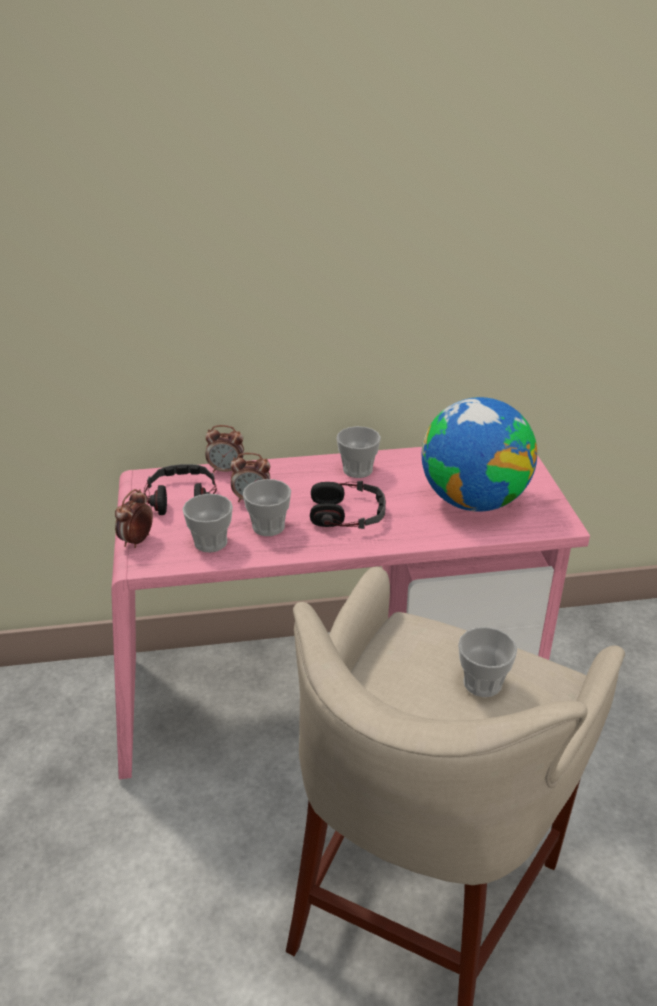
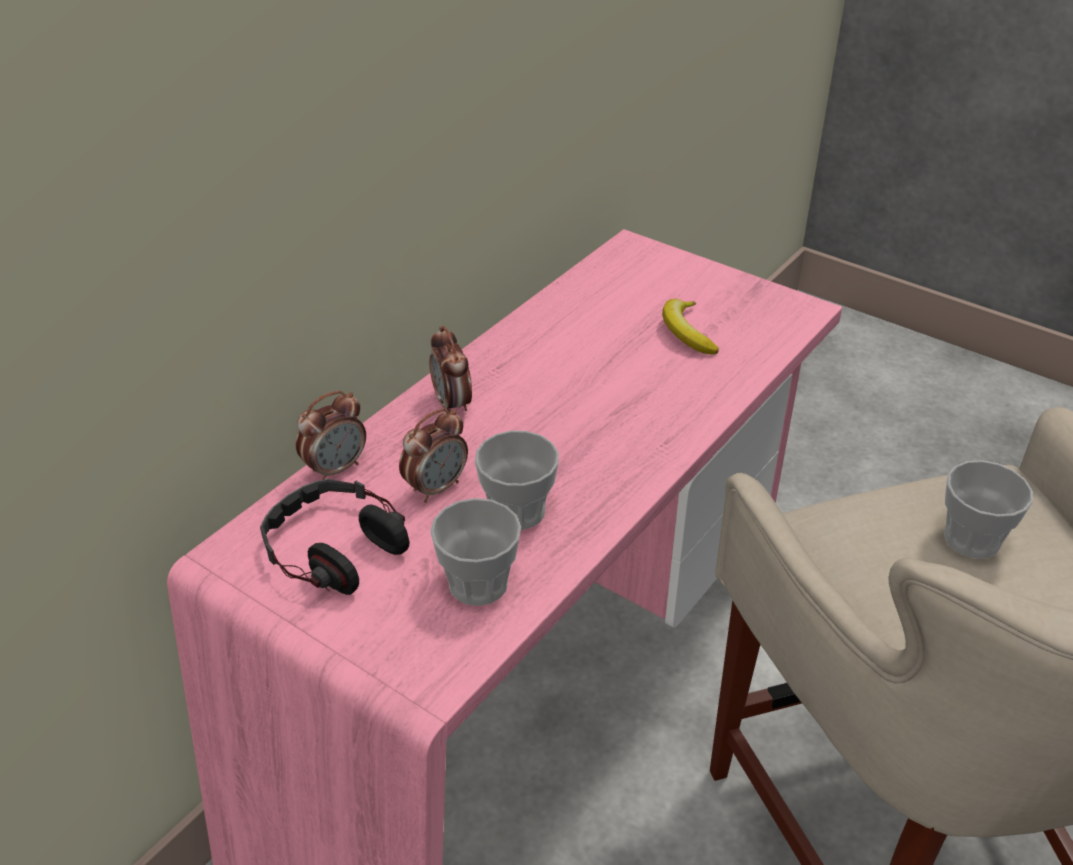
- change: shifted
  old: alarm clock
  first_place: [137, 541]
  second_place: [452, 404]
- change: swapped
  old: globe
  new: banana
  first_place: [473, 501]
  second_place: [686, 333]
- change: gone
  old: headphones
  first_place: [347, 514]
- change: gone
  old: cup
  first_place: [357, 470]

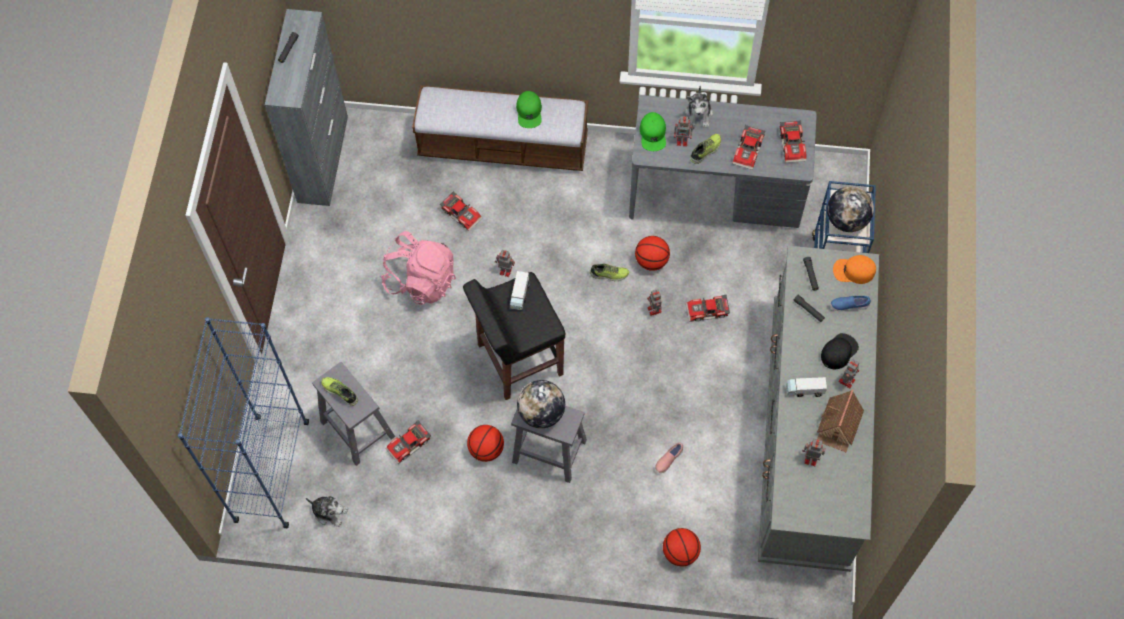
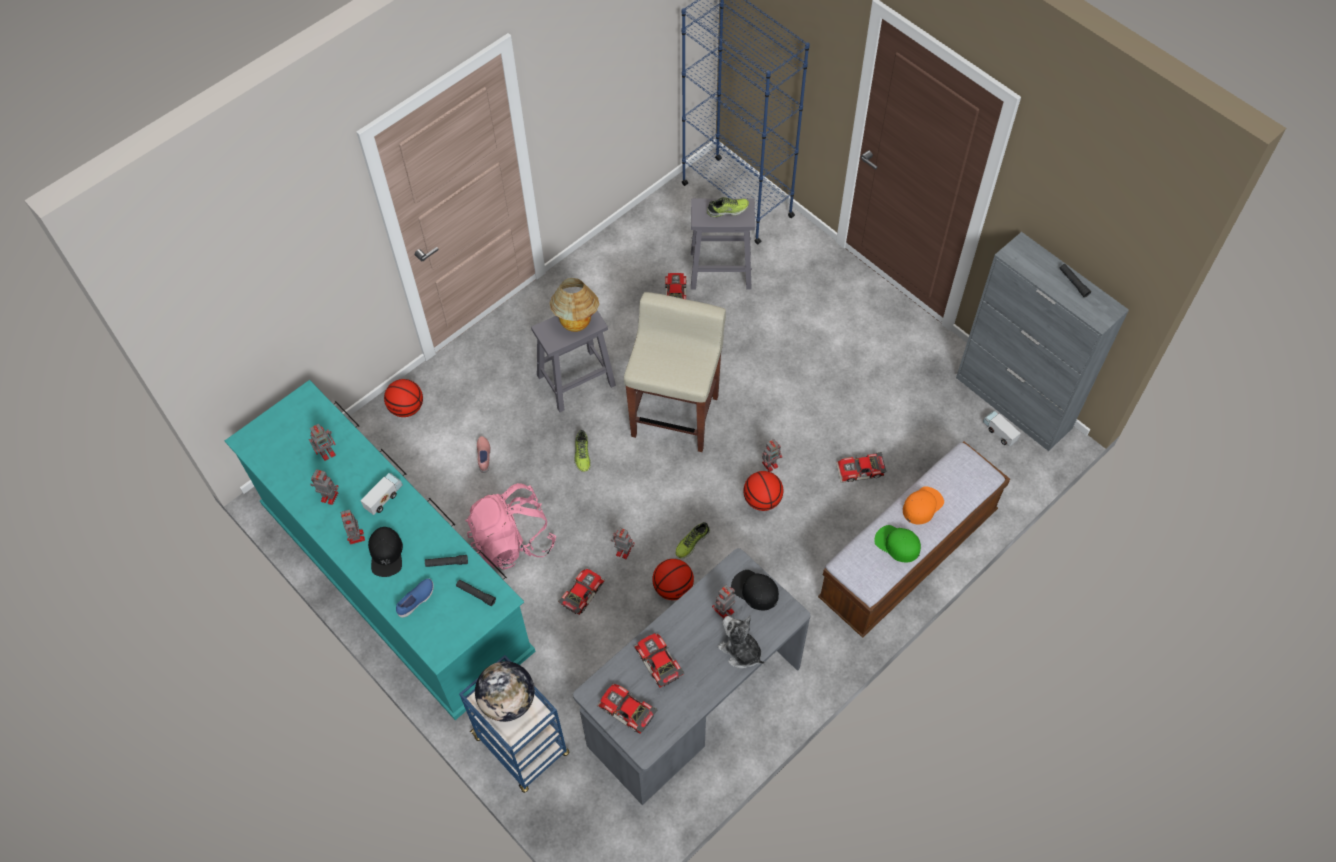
- change: repainted
  old: grey dresser
  new: turquoise dresser
  first_place: [808, 433]
  second_place: [397, 580]
- change: swapped
  old: toy house
  new: toy robot
  first_place: [838, 425]
  second_place: [328, 496]
- change: shifted
  old: pink backpack
  first_place: [421, 280]
  second_place: [512, 540]
- change: swapped
  old: globe
  new: table lamp
  first_place: [541, 413]
  second_place: [577, 324]
- change: shifted
  old: shoe
  first_place: [706, 151]
  second_place: [582, 454]
- change: repainted
  old: black stool
  new: beige stool
  first_place: [518, 360]
  second_place: [675, 415]
- change: repainted
  old: green cap
  new: black cap
  first_place: [653, 134]
  second_place: [755, 590]
- change: shifted
  old: basketball
  first_place: [486, 449]
  second_place: [762, 500]
- change: shifted
  old: orange cap
  first_place: [854, 271]
  second_place: [922, 505]
- change: shifted
  old: toy truck
  first_place: [519, 294]
  second_place: [999, 432]
- change: gone
  old: plush toy
  first_place: [329, 512]

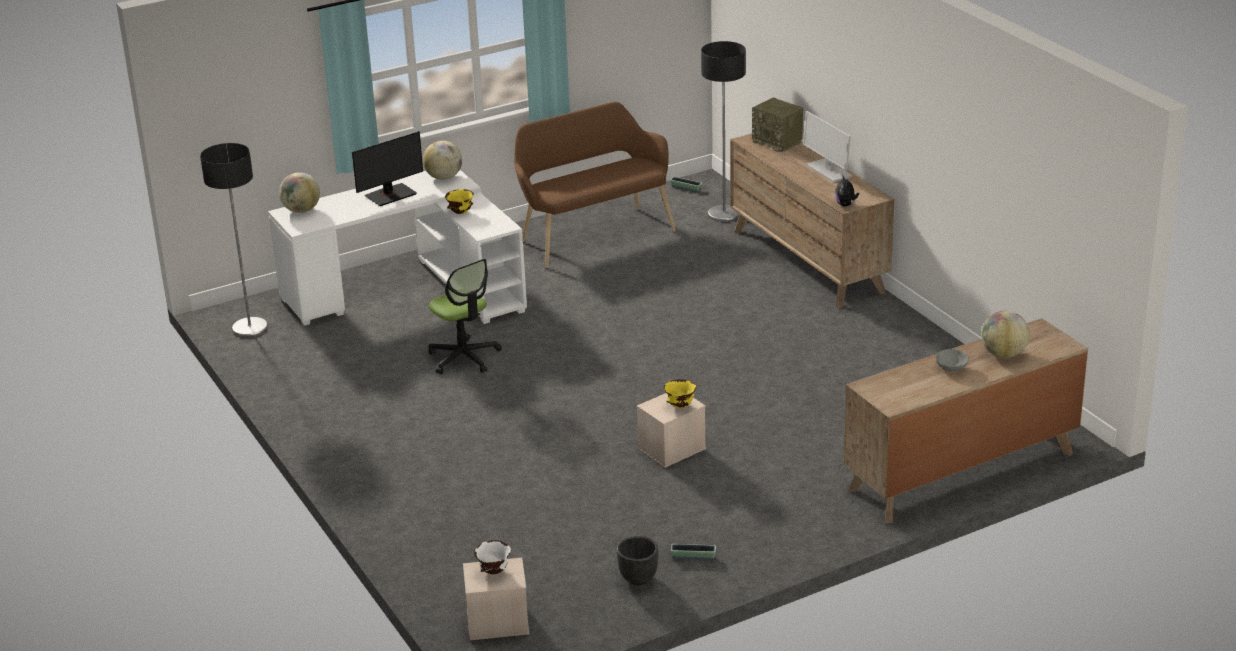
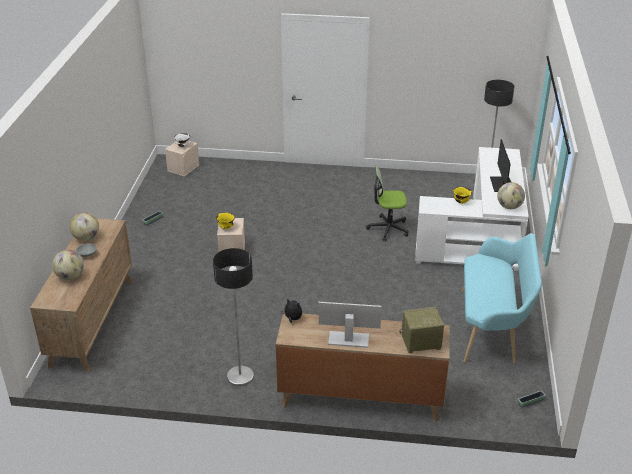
- change: shifted
  old: globe
  first_place: [301, 210]
  second_place: [86, 238]
- change: shifted
  old: floor lamp
  first_place: [724, 214]
  second_place: [240, 376]
- change: repainted
  old: brown bench
  new: turquoise bench
  first_place: [593, 234]
  second_place: [492, 327]
- change: gone
  old: black planter
  first_place: [638, 578]

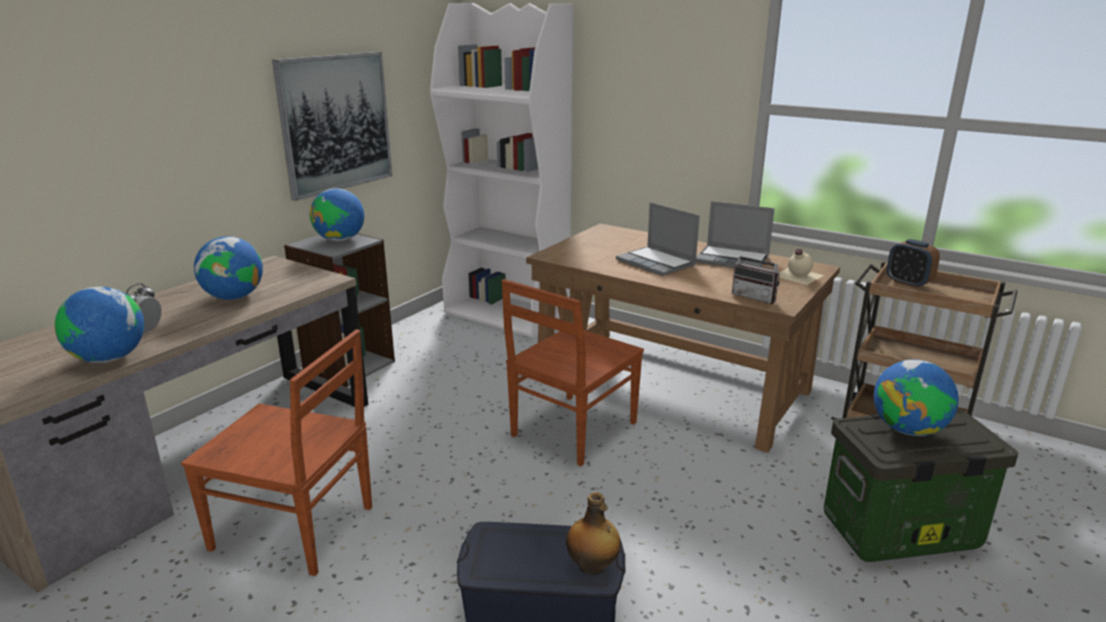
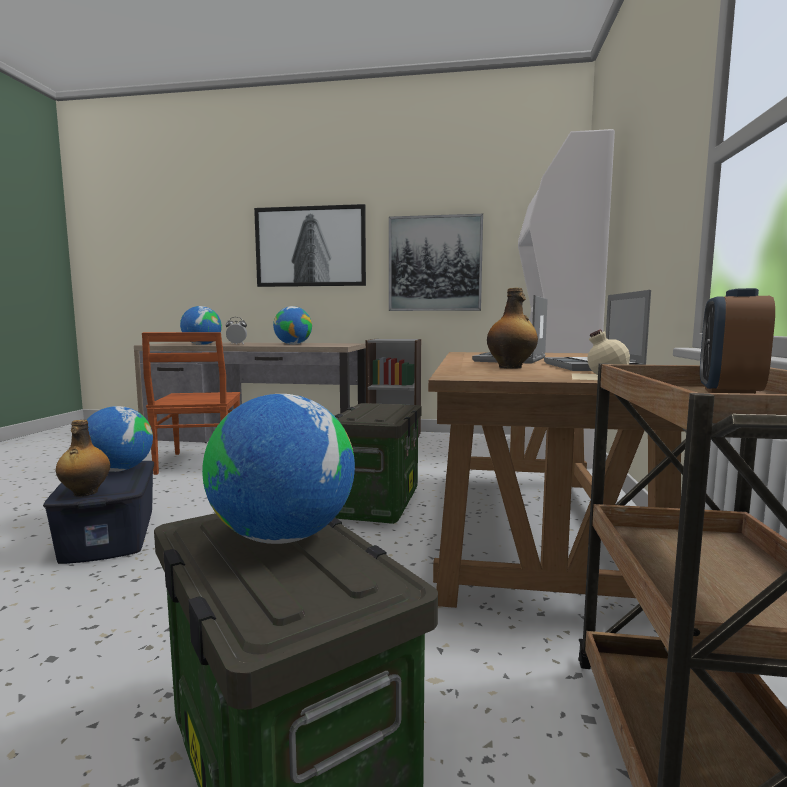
- change: shifted
  old: globe
  first_place: [340, 240]
  second_place: [119, 470]
- change: new
  new: picture
  second_place: [310, 246]
- change: swapped
  old: brown chair
  new: storage box
  first_place: [572, 430]
  second_place: [377, 502]
- change: new
  new: bottle
  second_place: [511, 367]
- change: gone
  old: radio
  first_place: [756, 297]

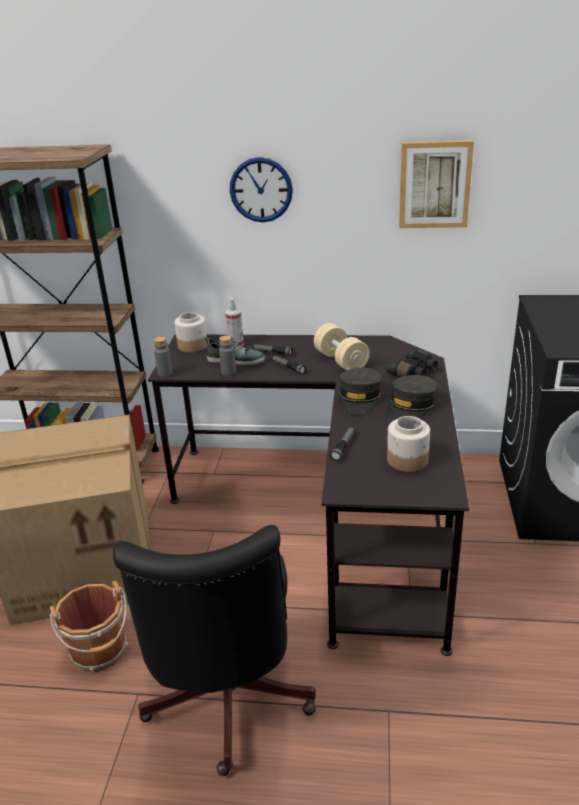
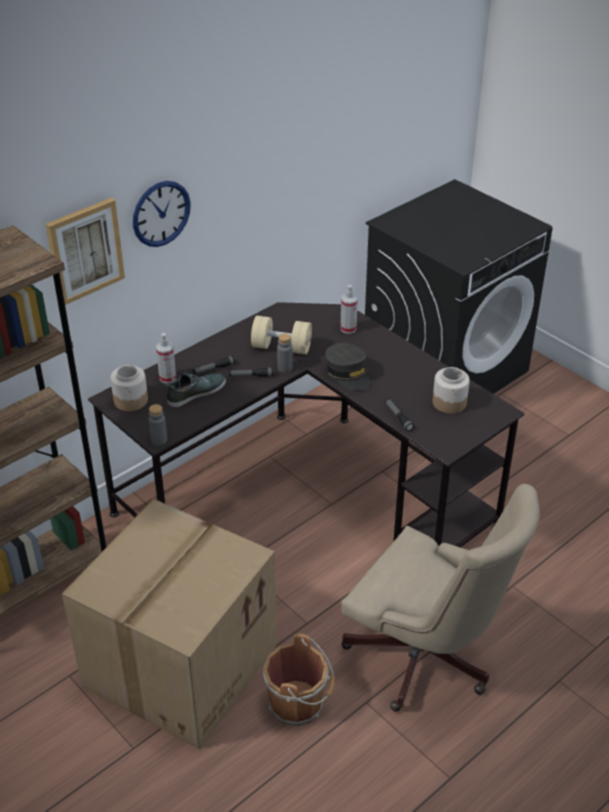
- change: shifted
  old: picture
  first_place: [434, 184]
  second_place: [84, 250]
- change: shifted
  old: grey bottle
  first_place: [228, 372]
  second_place: [285, 368]
- change: swapped
  old: black binoculars
  new: spray bottle
  first_place: [414, 372]
  second_place: [348, 328]
- change: repainted
  old: black office chair
  new: beige office chair
  first_place: [227, 705]
  second_place: [427, 659]
- change: gone
  old: grey cap
  first_place: [410, 407]

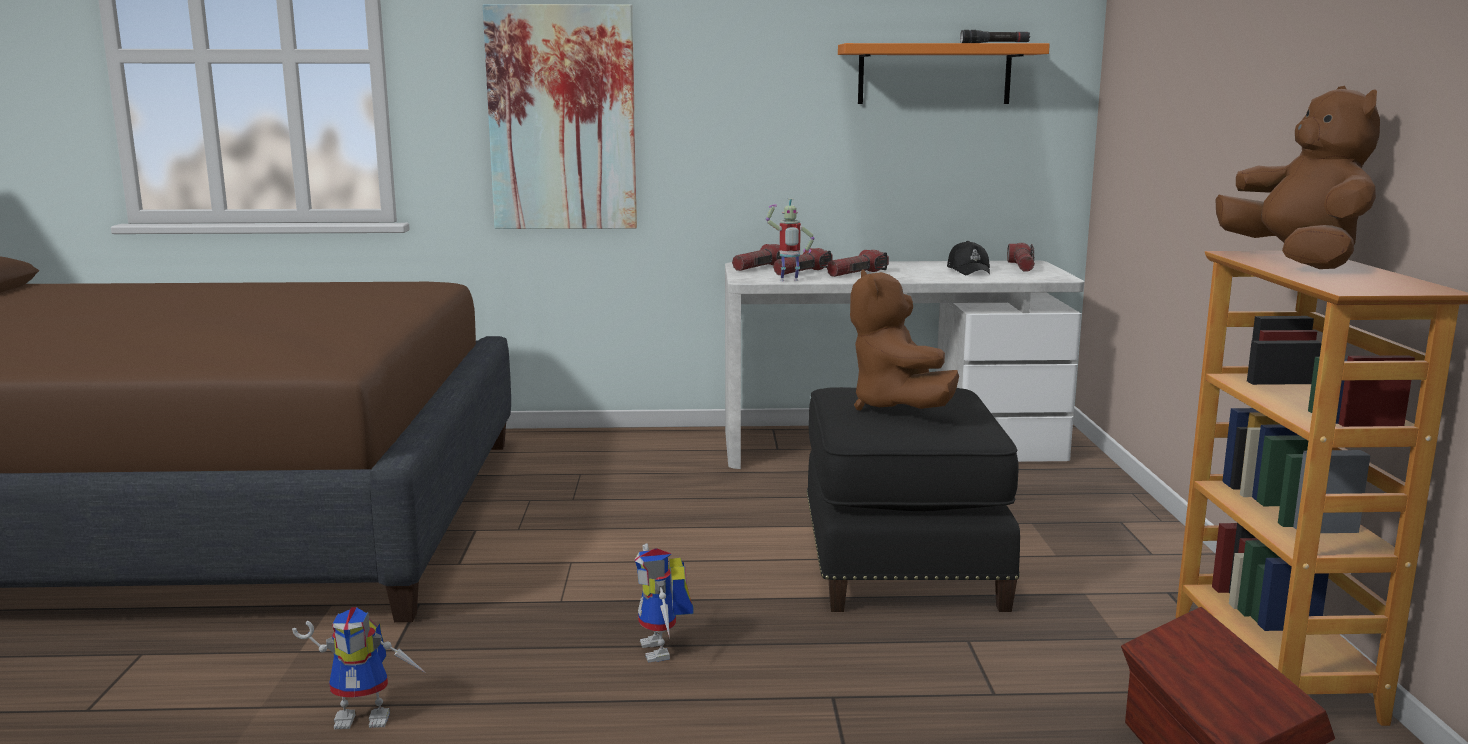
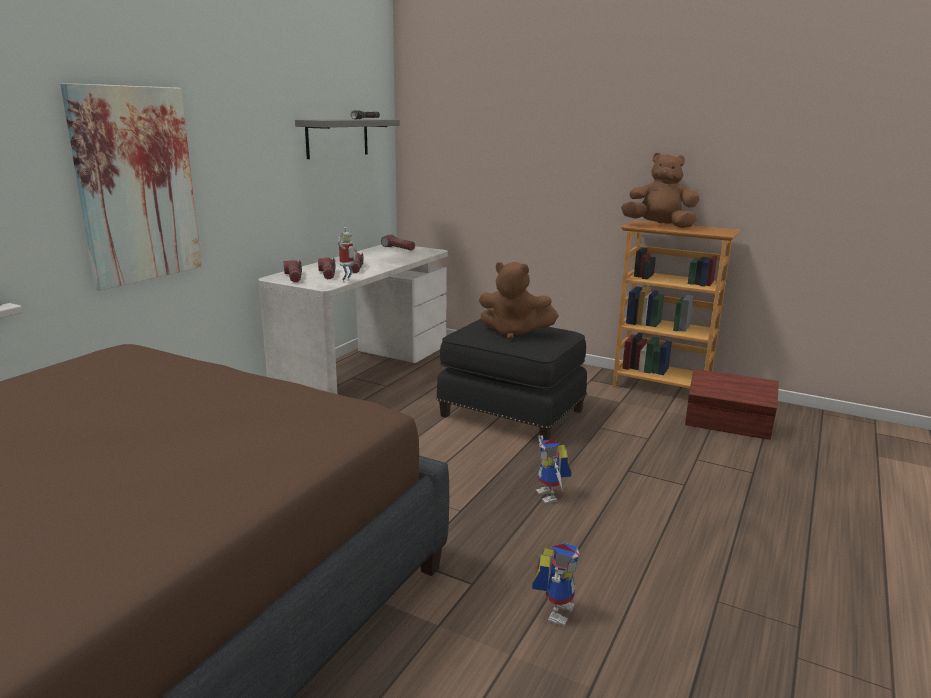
- change: repainted
  old: orange shelf
  new: grey shelf
  first_place: [934, 74]
  second_place: [337, 138]
- change: rotated
  old: toy robot
  first_place: [663, 651]
  second_place: [551, 497]
  degrees: 60
- change: gone
  old: black cap
  first_place: [969, 270]

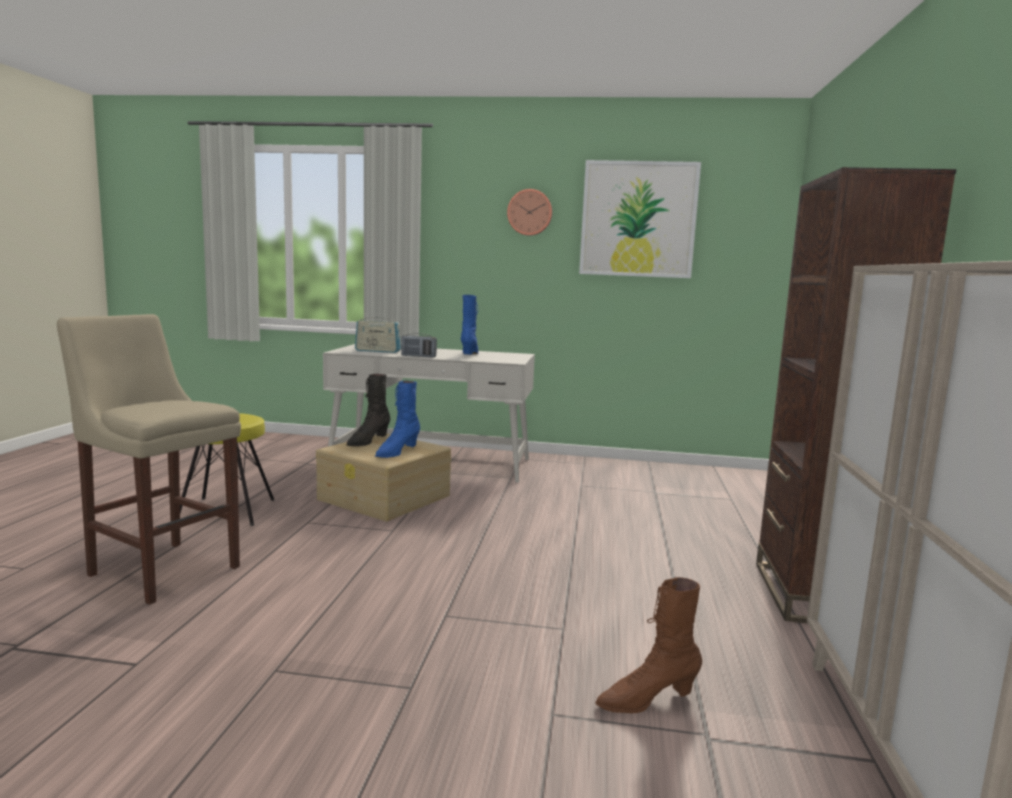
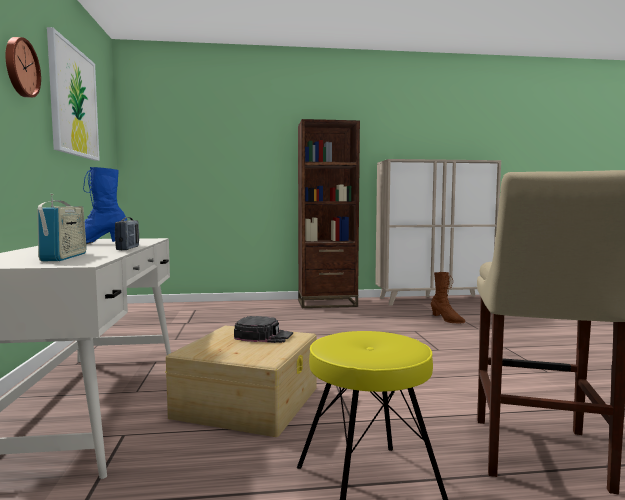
- change: swapped
  old: blue boot
  new: black cap
  first_place: [397, 452]
  second_place: [263, 336]
- change: gone
  old: black boot
  first_place: [367, 442]

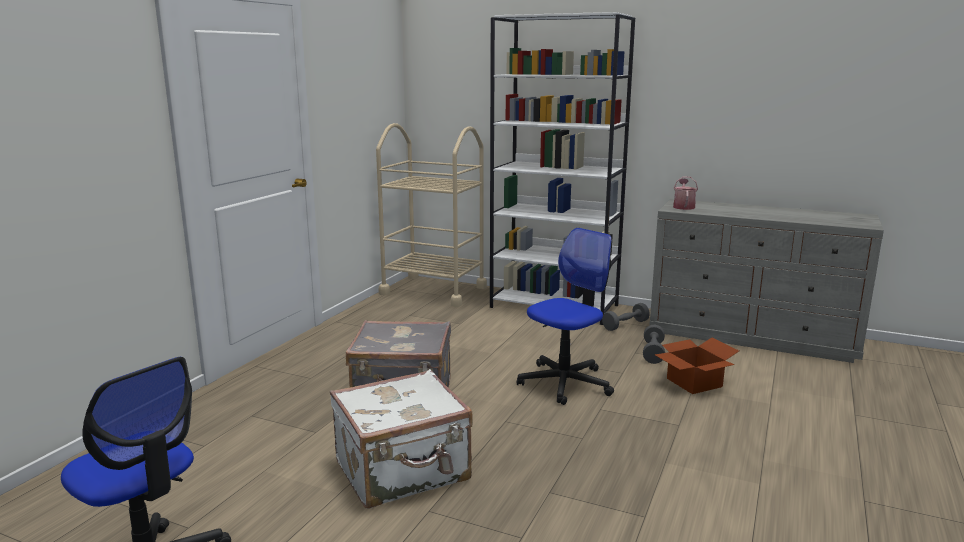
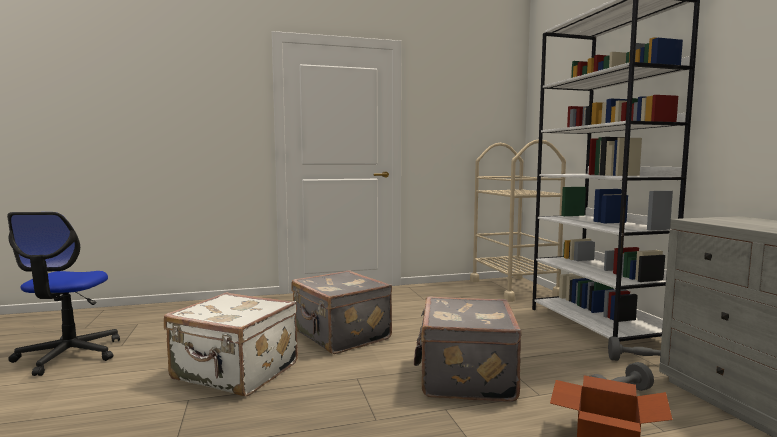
- change: swapped
  old: office chair
  new: grey suitcase
  first_place: [565, 383]
  second_place: [465, 377]
- change: gone
  old: watering can
  first_place: [683, 206]

